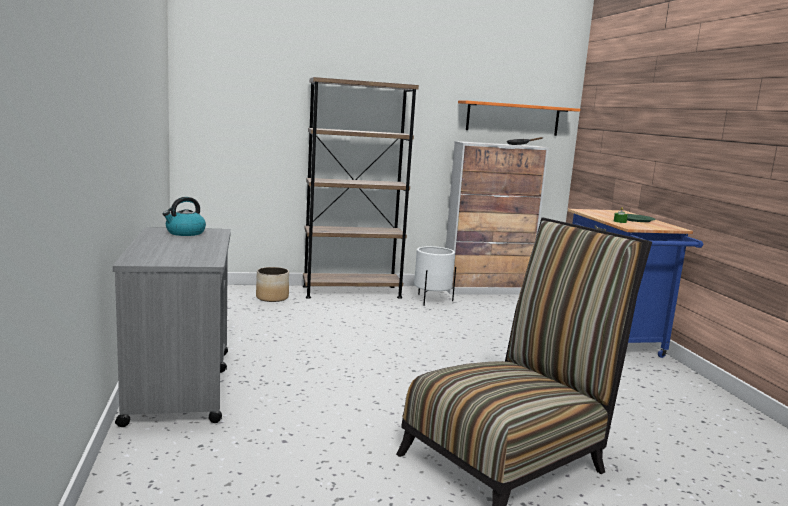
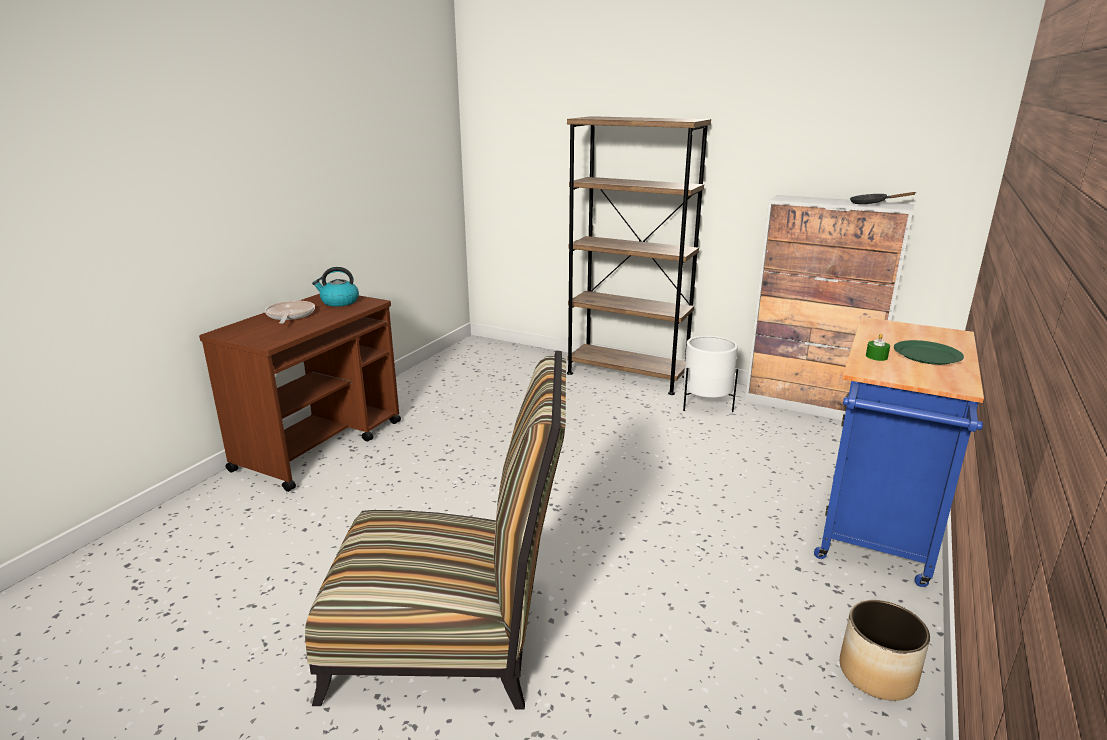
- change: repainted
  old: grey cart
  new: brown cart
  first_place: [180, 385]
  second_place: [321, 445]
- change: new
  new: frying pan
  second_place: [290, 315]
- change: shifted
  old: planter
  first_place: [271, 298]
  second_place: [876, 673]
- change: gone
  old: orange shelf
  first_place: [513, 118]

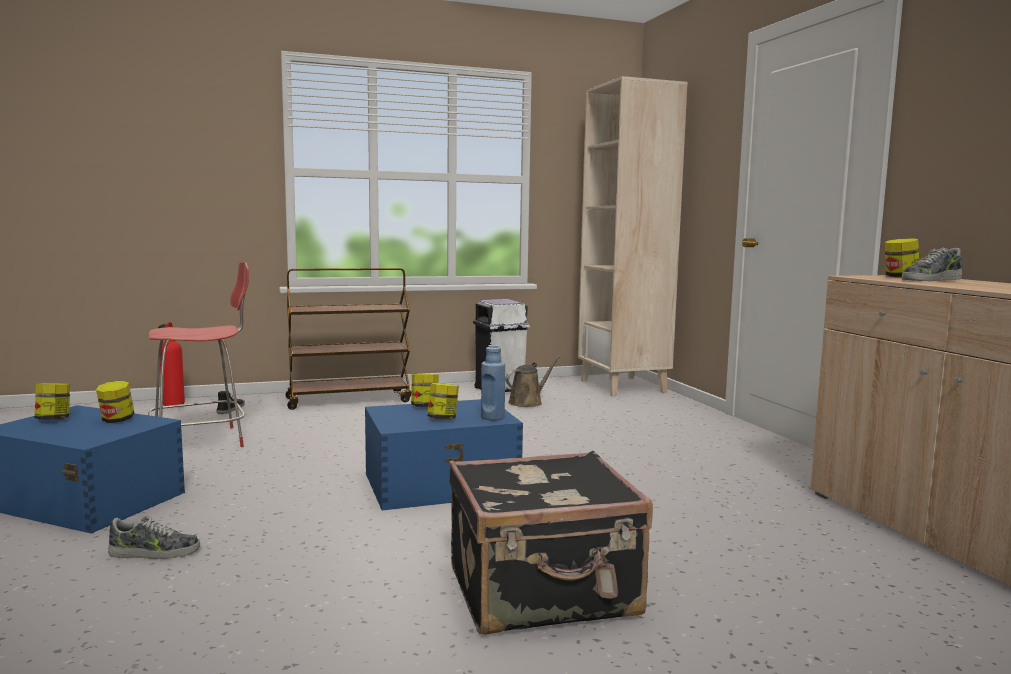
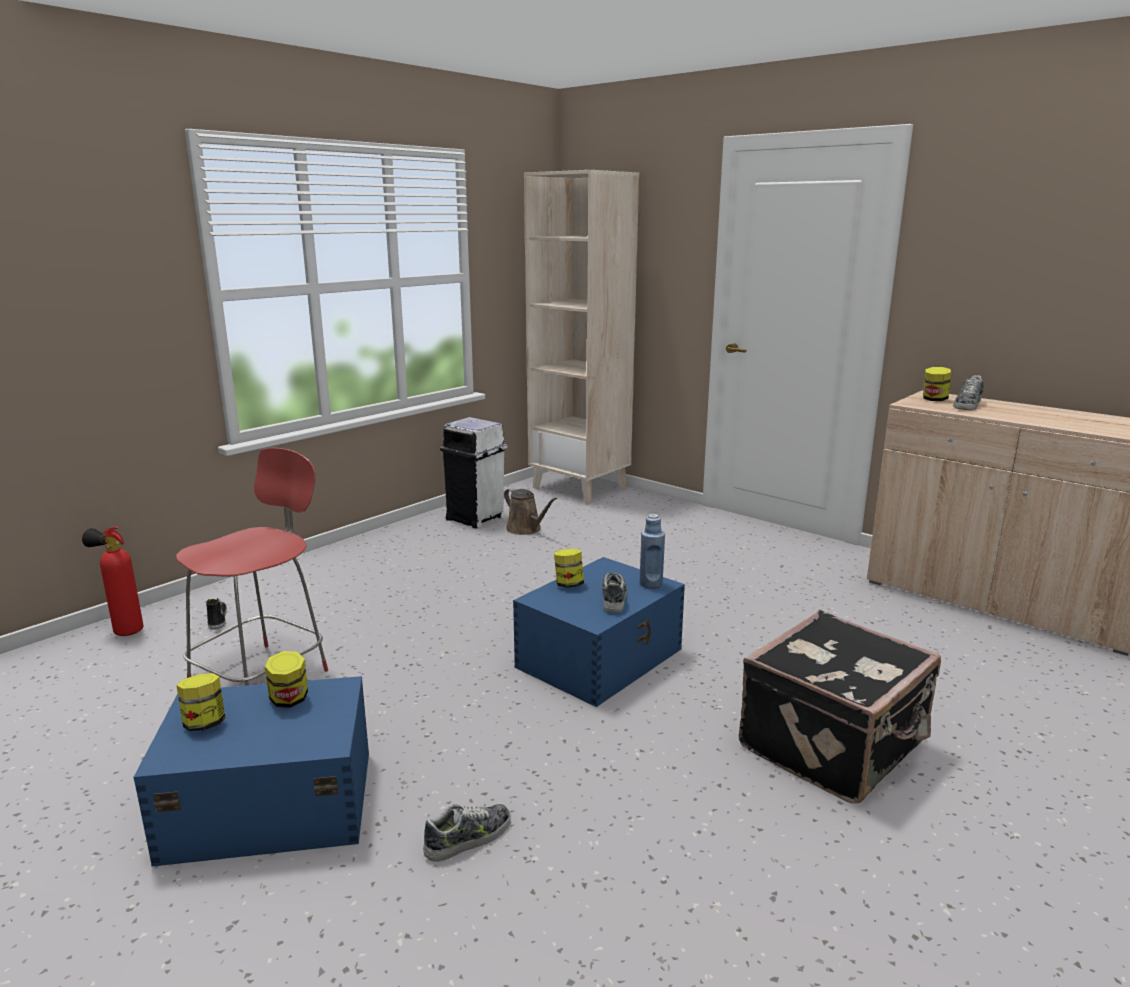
- change: rotated
  old: brown watering can
  first_place: [528, 402]
  second_place: [526, 529]
  degrees: 120
- change: swapped
  old: jar
  new: shoe
  first_place: [443, 419]
  second_place: [614, 598]
- change: gone
  old: brown cart
  first_place: [349, 400]

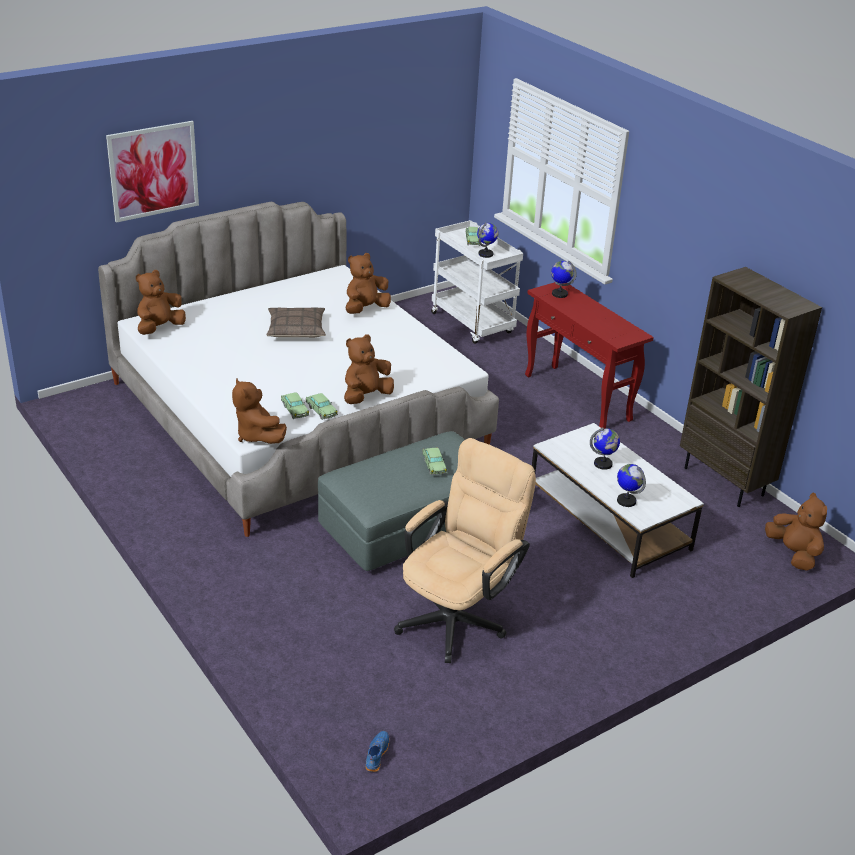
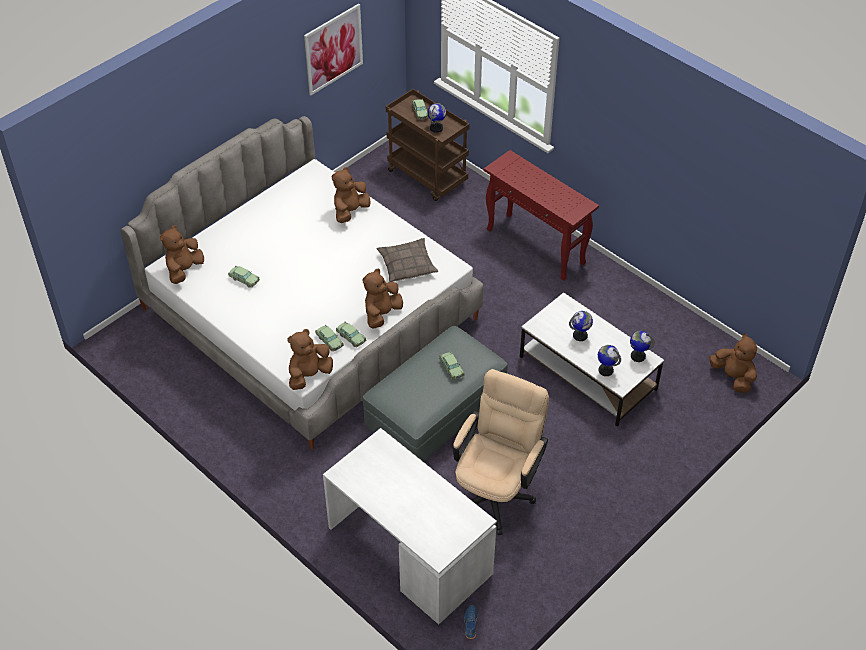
- change: new
  new: toy car
  second_place: [244, 279]
- change: rotated
  old: brown plush toy
  first_place: [257, 436]
  second_place: [309, 375]
  degrees: 90
- change: shifted
  old: picture
  first_place: [153, 171]
  second_place: [333, 49]
- change: new
  new: white desk
  second_place: [408, 550]
- change: shifted
  old: pillow
  first_place: [296, 329]
  second_place: [407, 265]
- change: repainted
  old: white cart
  new: brown cart
  first_place: [473, 324]
  second_place: [428, 177]
- change: shifted
  old: globe
  first_place: [559, 294]
  second_place: [637, 356]
- change: gone
  old: brown bookcase
  first_place: [725, 481]

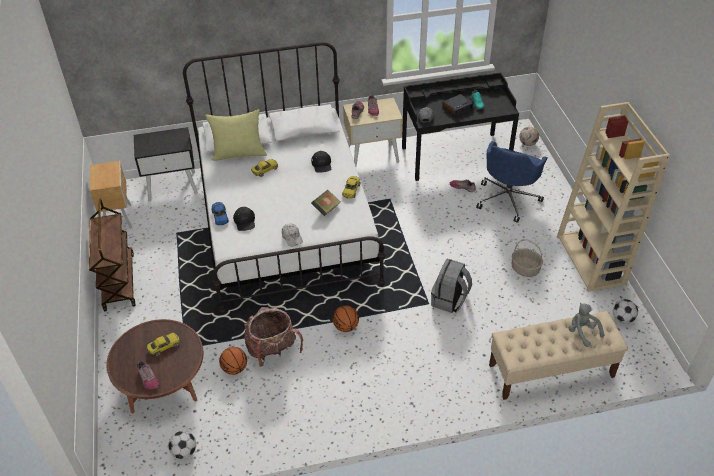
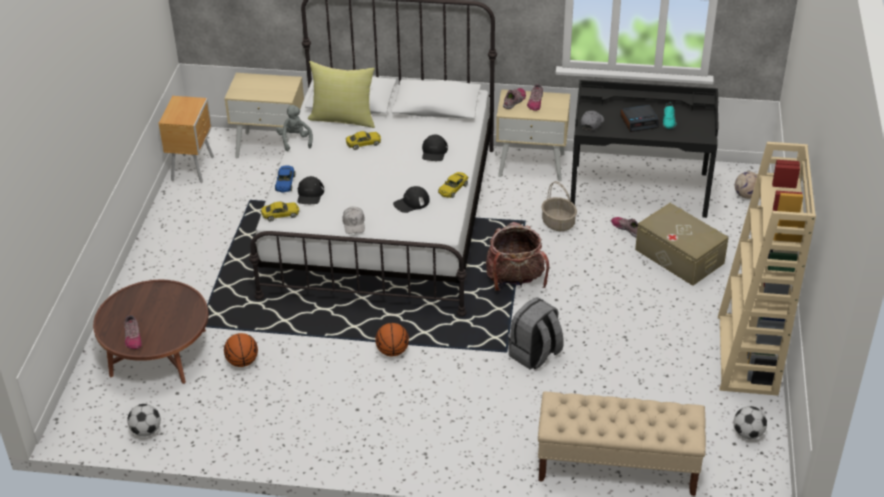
- change: repainted
  old: black nightstand
  new: beige nightstand
  first_place: [172, 186]
  second_place: [271, 146]
- change: shifted
  old: yellow toy car
  first_place: [164, 346]
  second_place: [280, 214]
- change: shifted
  old: grey plush toy
  first_place: [582, 332]
  second_place: [295, 140]
- change: swapped
  old: book
  new: black cap
  first_place: [326, 209]
  second_place: [411, 203]
- change: shifted
  old: backpack
  first_place: [273, 350]
  second_place: [515, 280]
- change: shifted
  old: basket
  first_place: [525, 269]
  second_place: [558, 223]
- change: swapped
  old: blue office chair
  new: beige storage box
  first_place: [508, 199]
  second_place: [679, 256]
- change: gone
  old: brown cart
  first_place: [118, 281]

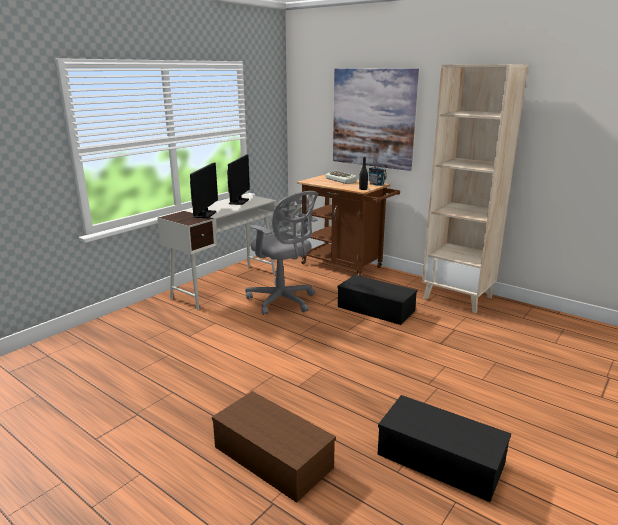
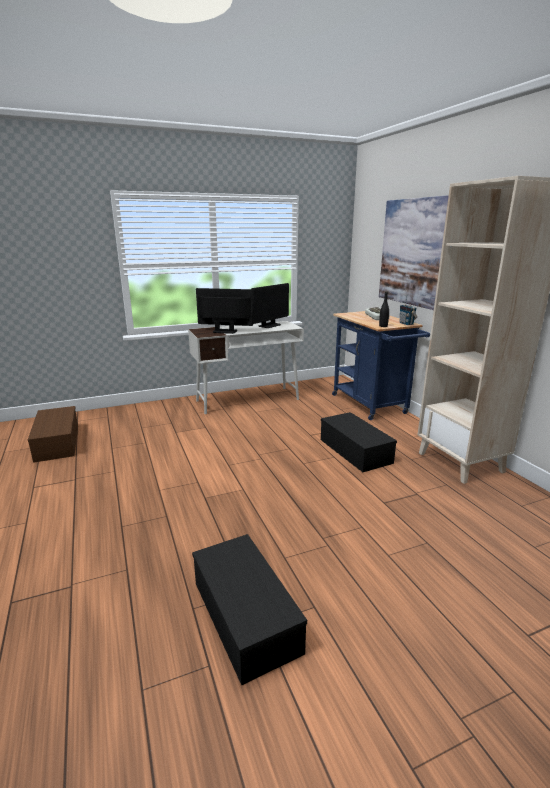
- change: shifted
  old: brown storage box
  first_place: [270, 457]
  second_place: [56, 442]
- change: rotated
  old: monitor
  first_place: [204, 214]
  second_place: [225, 331]
  degrees: -120
- change: repainted
  old: brown cart
  new: blue cart
  first_place: [346, 266]
  second_place: [371, 406]
- change: gone
  old: grey office chair
  first_place: [283, 301]

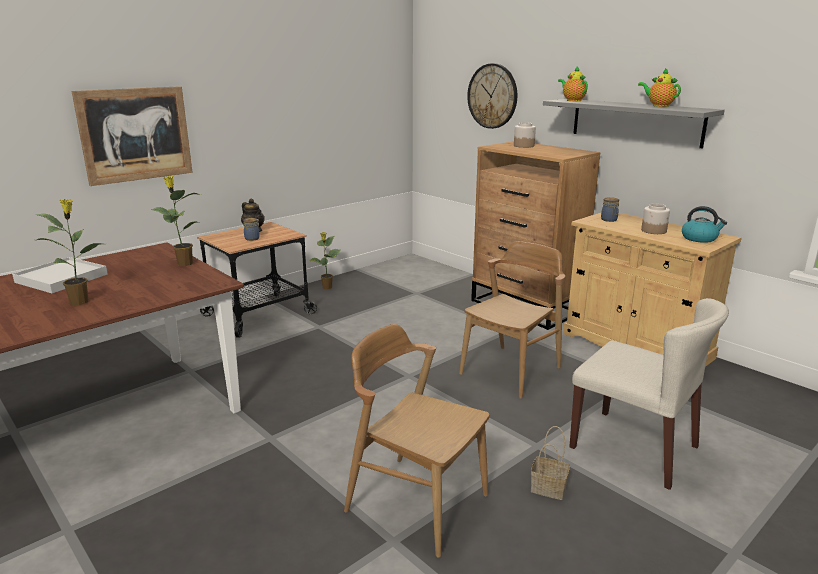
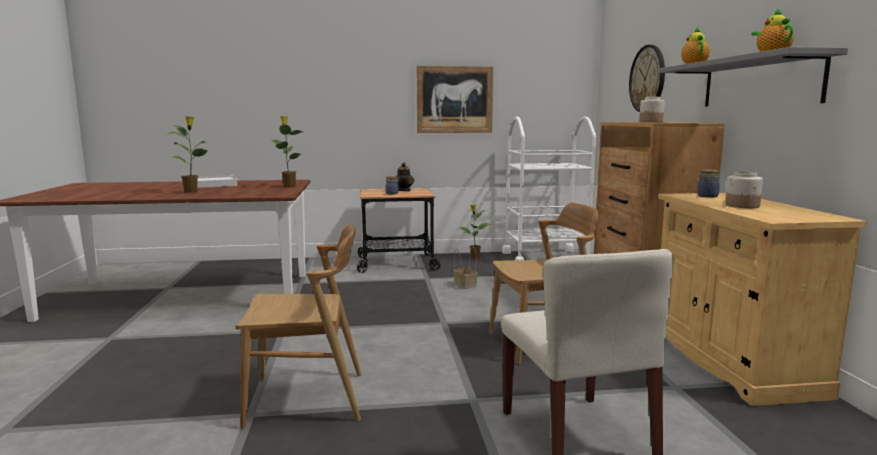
- change: rotated
  old: brown chair
  first_place: [416, 502]
  second_place: [307, 399]
  degrees: 105
- change: shifted
  old: picture
  first_place: [135, 134]
  second_place: [454, 99]
- change: shifted
  old: basket
  first_place: [547, 488]
  second_place: [464, 285]
- change: new
  new: white cart
  second_place: [545, 258]
- change: gone
  old: kettle
  first_place: [700, 238]

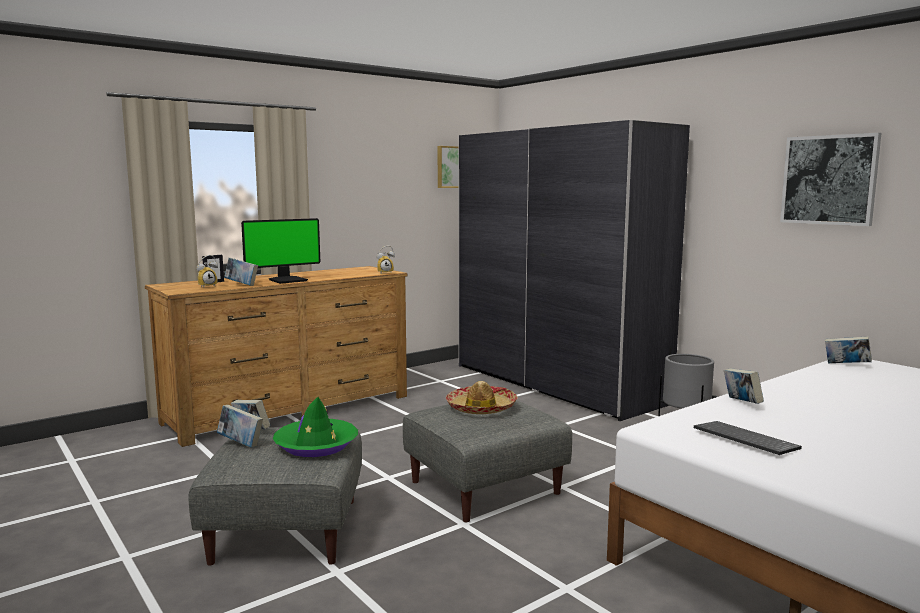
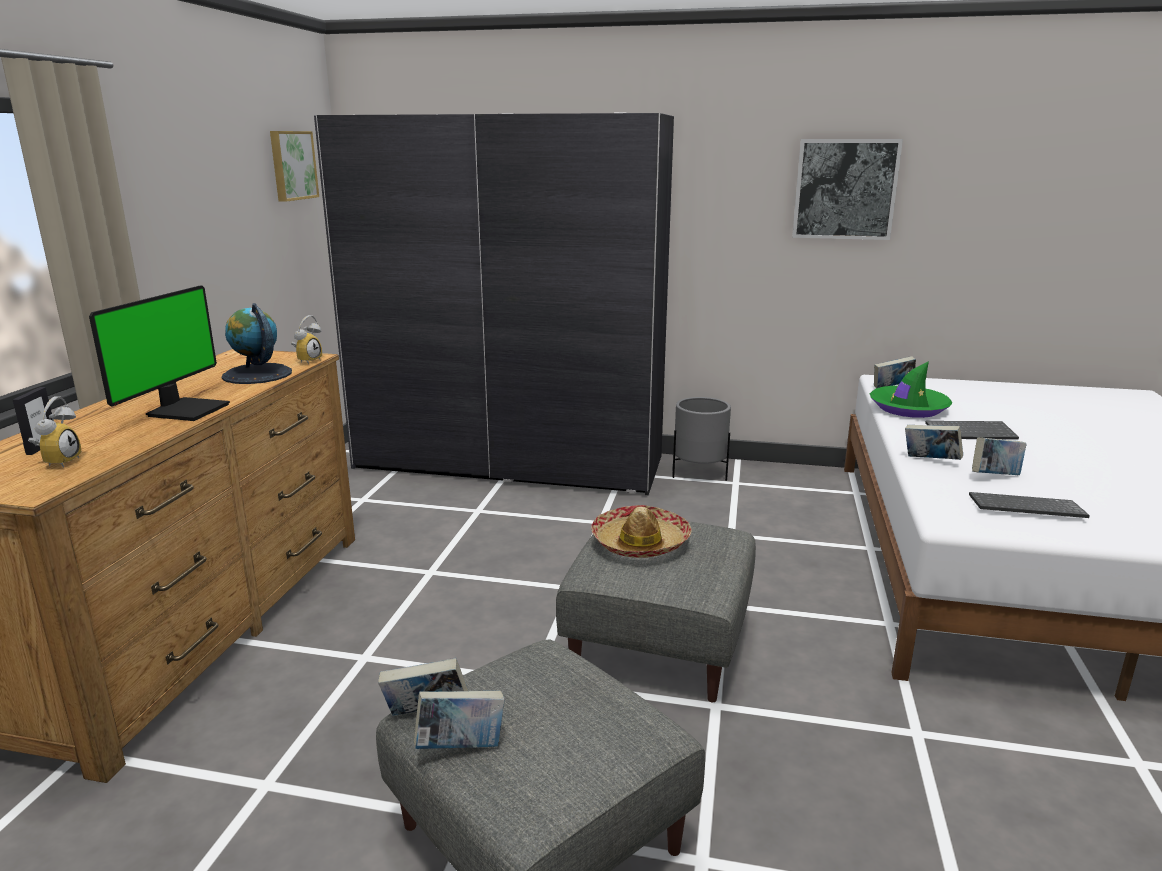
- change: new
  new: globe
  second_place: [257, 374]
- change: shifted
  old: green hat
  first_place: [316, 445]
  second_place: [908, 408]
- change: new
  new: keyboard
  second_place: [971, 432]
- change: shifted
  old: book
  first_place: [241, 285]
  second_place: [995, 476]

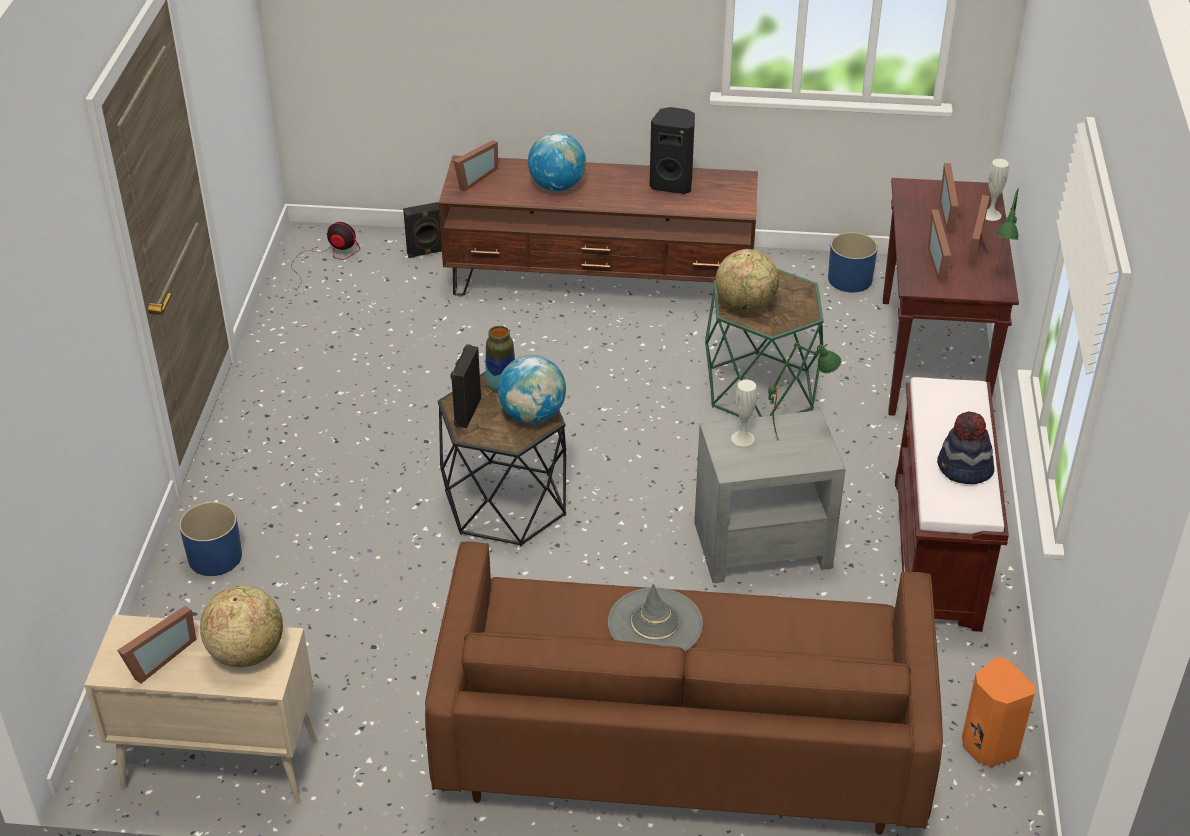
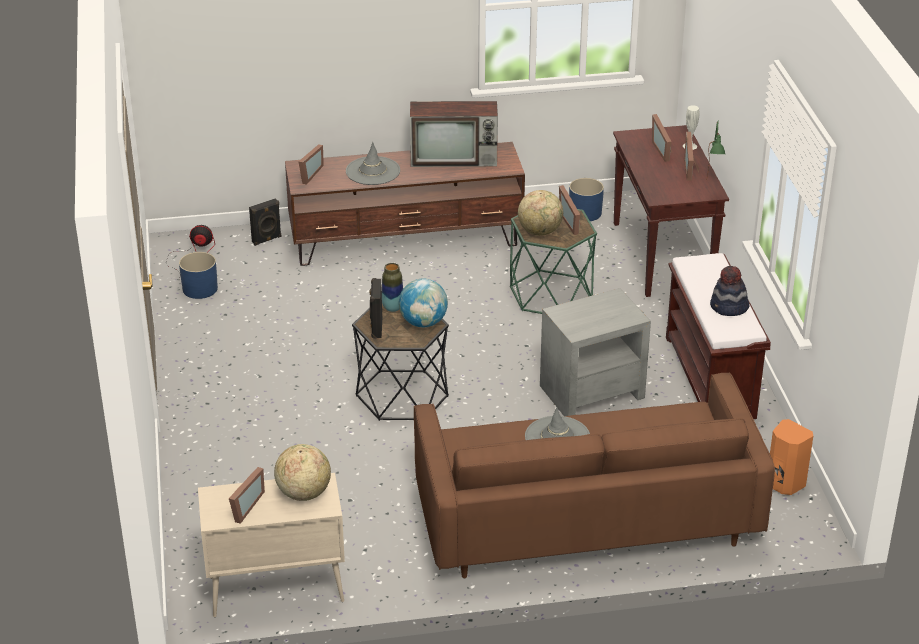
- change: shifted
  old: blue planter
  first_place: [215, 557]
  second_place: [200, 289]
- change: swapped
  old: globe
  new: grey hat
  first_place: [557, 186]
  second_place: [372, 171]
- change: swapped
  old: black speaker
  new: television
  first_place: [672, 184]
  second_place: [455, 158]
- change: shifted
  old: picture frame
  first_place: [942, 263]
  second_place: [572, 222]
- change: gone
  old: white vase
  first_place: [742, 438]
- change: gone
  old: green table lamp
  first_place: [798, 430]

